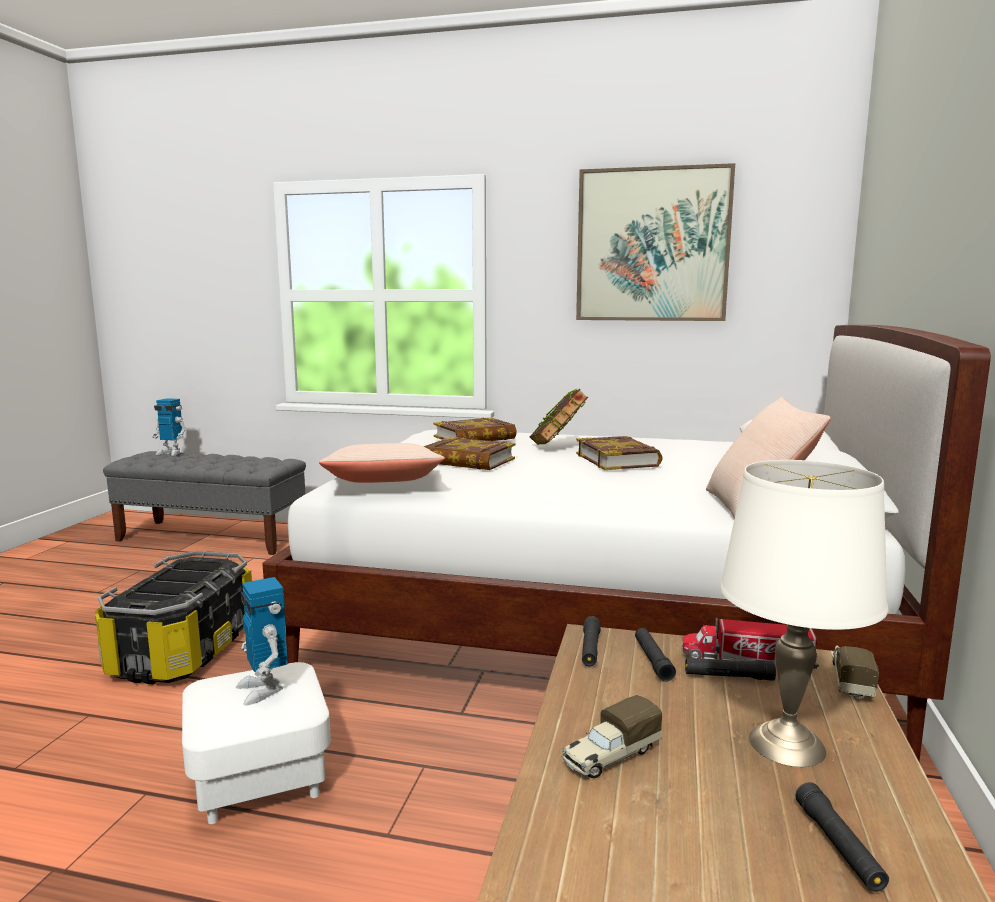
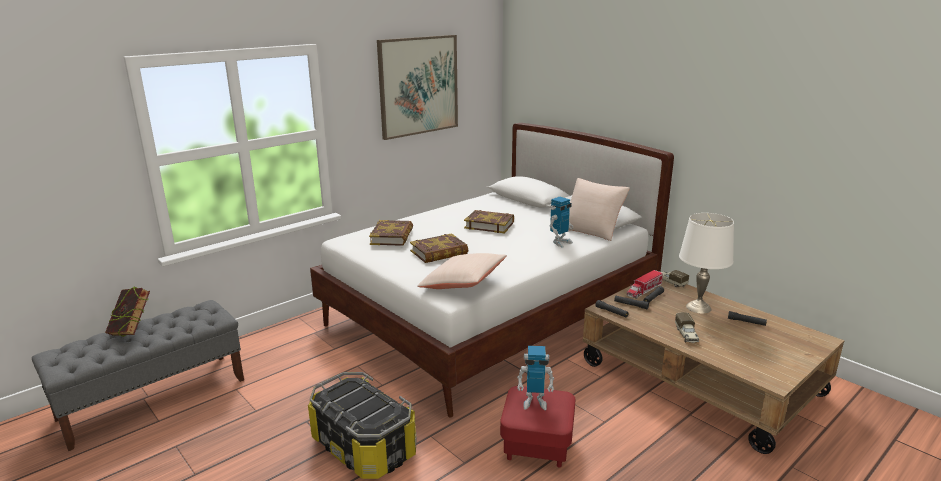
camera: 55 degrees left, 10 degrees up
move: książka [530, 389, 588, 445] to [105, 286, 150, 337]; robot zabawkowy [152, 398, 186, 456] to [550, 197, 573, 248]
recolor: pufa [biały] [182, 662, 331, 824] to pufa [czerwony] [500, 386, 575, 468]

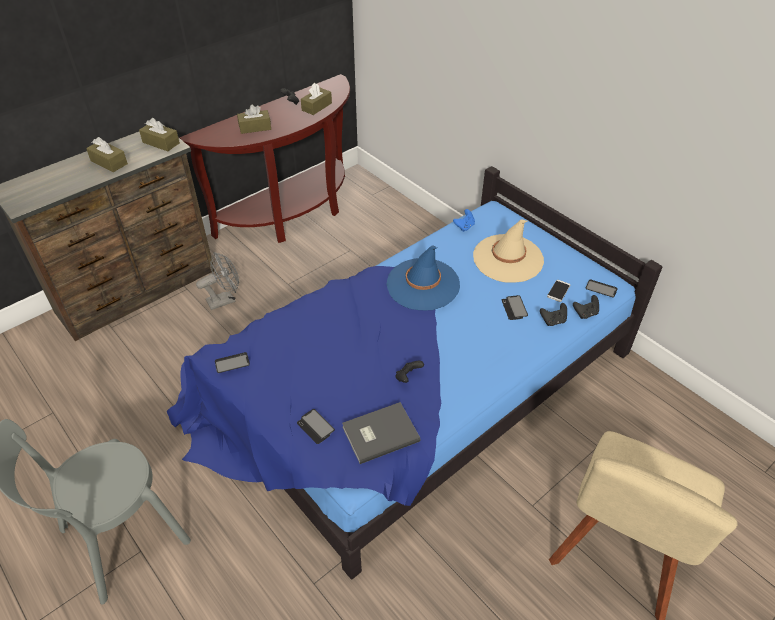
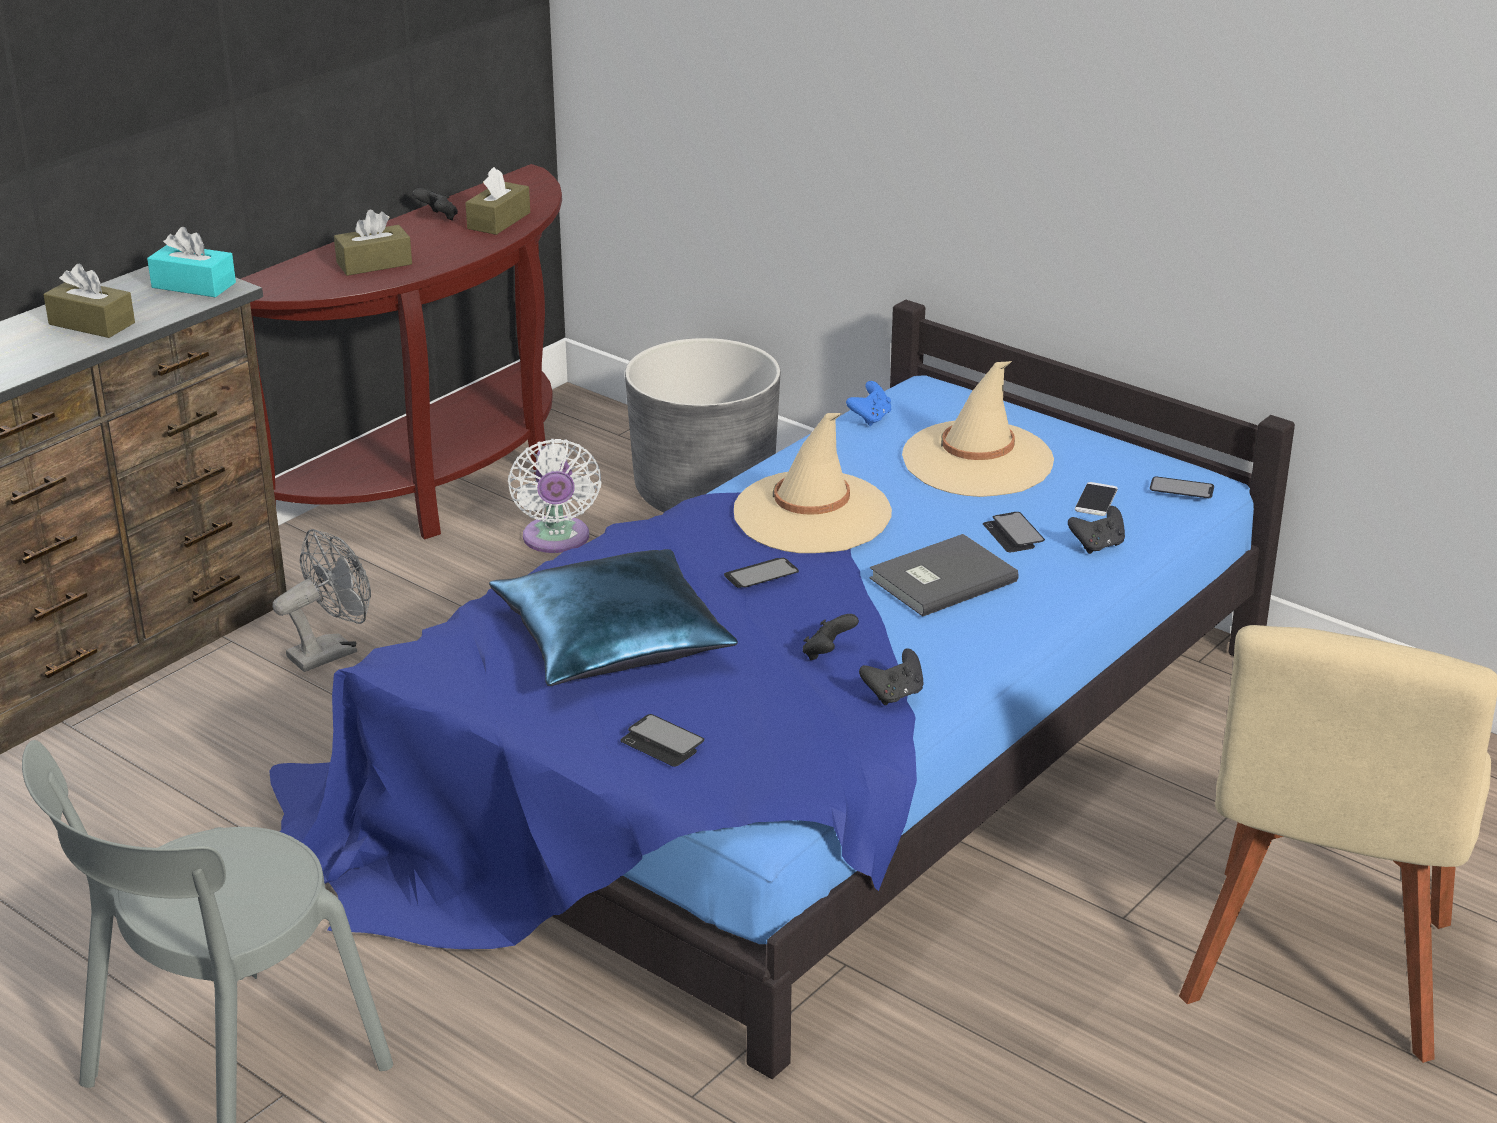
camera: 10 degrees left, 15 degrees down
insert: poduszka [niebieski] [489, 549, 738, 686]; wentylator [biały] [508, 439, 602, 553]; donica [szary] [625, 338, 780, 512]
move: telefon [215, 352, 250, 373] to [724, 558, 799, 588]; pad do gier [czarny] [573, 295, 599, 319] to [859, 649, 924, 705]; książka [szary] [342, 402, 420, 464] to [869, 534, 1019, 617]
recolor: pudełko chusteczek [brązowy] [139, 118, 180, 151] to pudełko chusteczek [turkusowy] [147, 227, 236, 297]; kapelusz [niebieski] [386, 245, 460, 310] to kapelusz [beżowy] [734, 413, 892, 553]

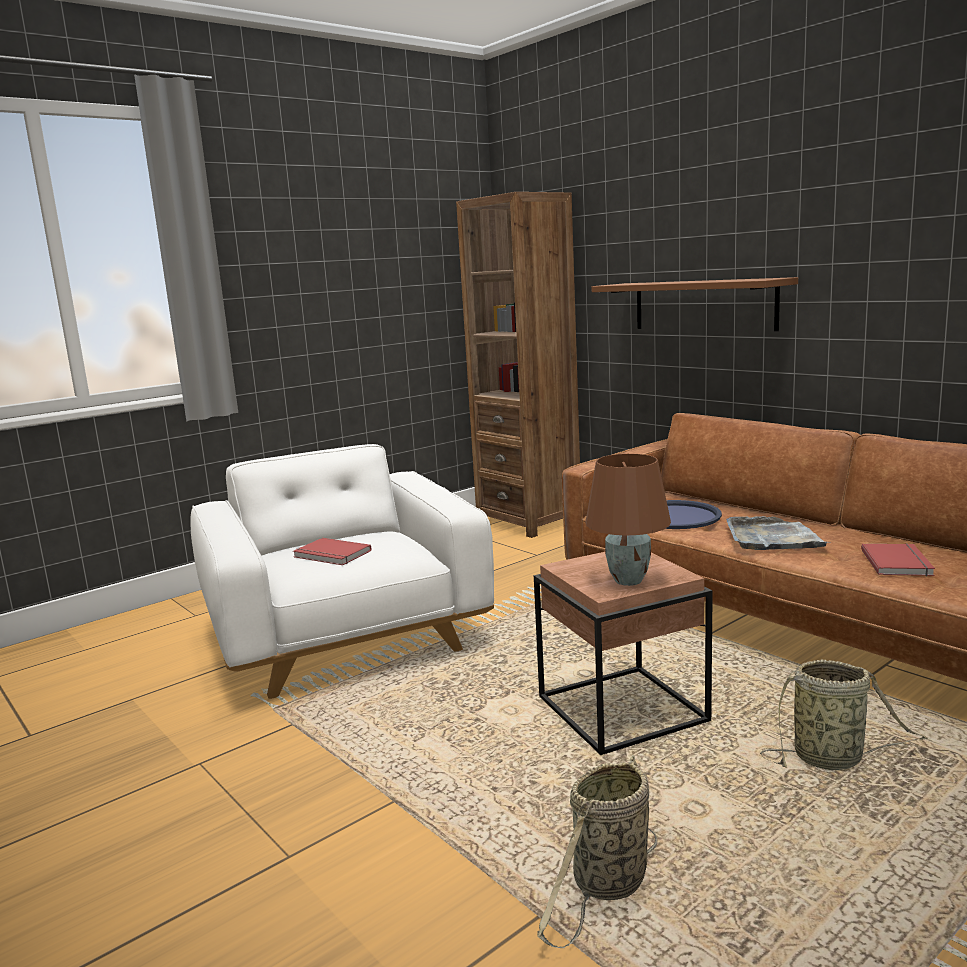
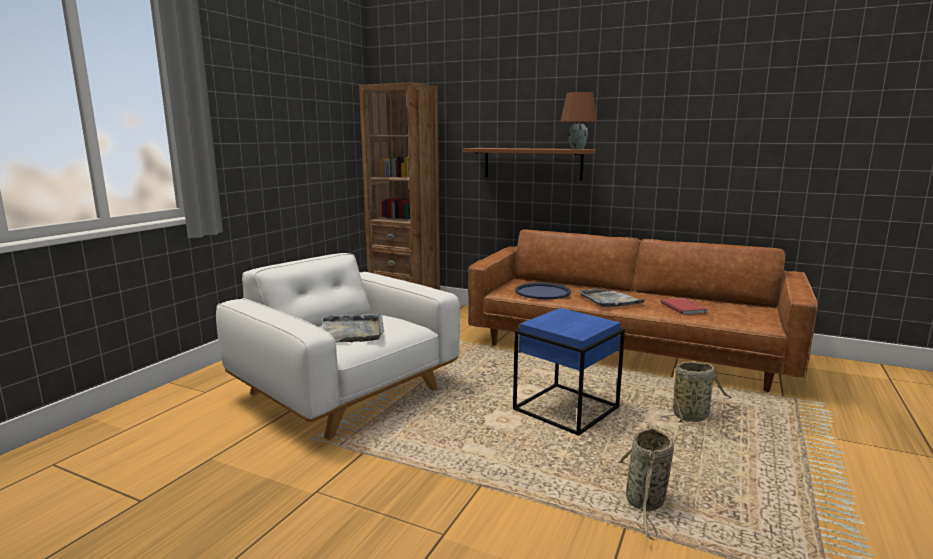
camera: 25 degrees left, 0 degrees up
move: lampa stołowa [brązowy] [585, 454, 671, 586] to [560, 92, 597, 149]
replace: książka [czerwony] [293, 538, 371, 565] to taca [szary] [321, 313, 384, 343]
recolor: stolik [brązowy] [534, 552, 713, 755] to stolik [niebieski] [513, 308, 625, 436]

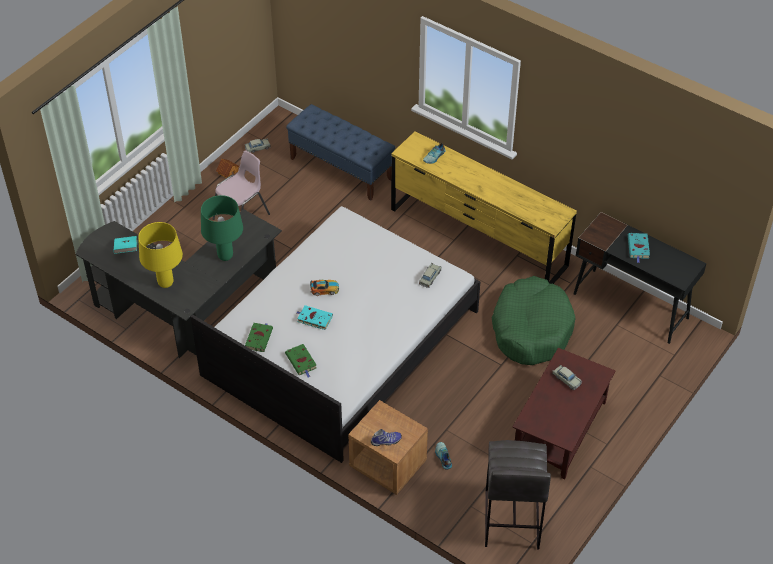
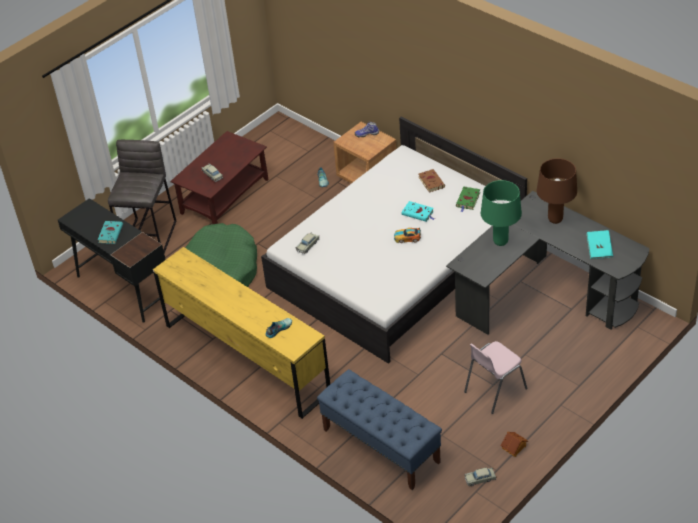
camera: 170 degrees left, 5 degrees down
move: stołek [szary] [485, 440, 551, 550] to [108, 140, 176, 253]
recolor: książka [zielony] [285, 344, 317, 377] to książka [brązowy] [419, 169, 445, 192]; lampa stołowa [żółty] [138, 222, 183, 288] to lampa stołowa [brązowy] [537, 158, 577, 224]

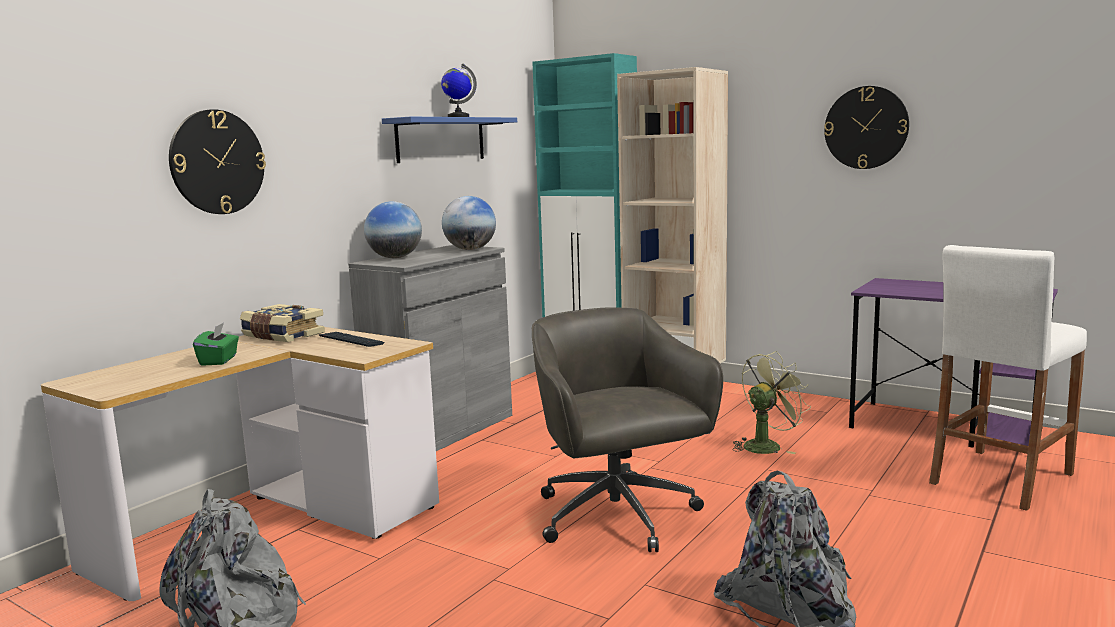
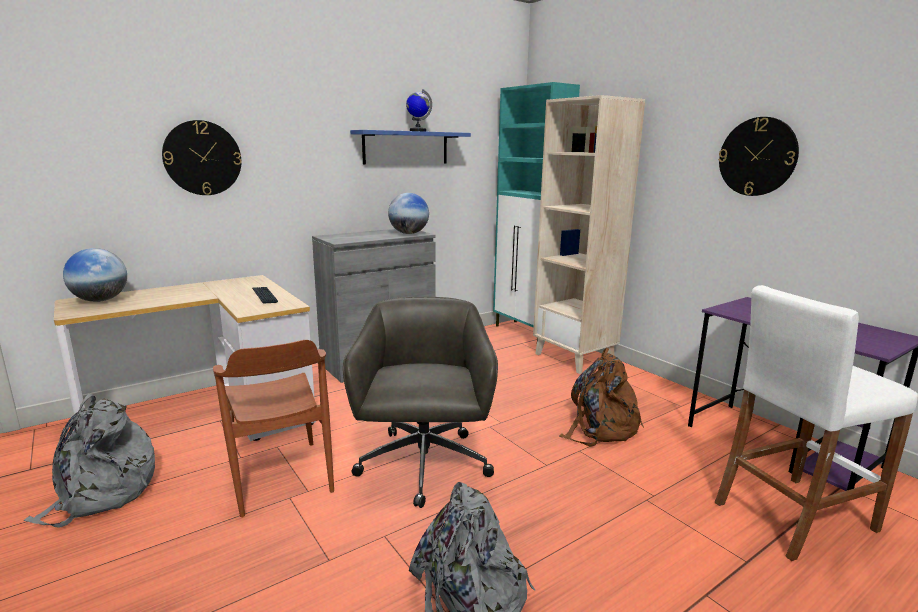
camera: 20 degrees right, 5 degrees up
delete: pudełko chusteczek [zielony] [193, 323, 239, 366]; książka [240, 304, 325, 342]
insert: krzesło [brązowy] [213, 340, 334, 517]
move: globus [364, 201, 422, 258] to [63, 248, 127, 302]
replace: wentylator [zielony] [732, 351, 811, 454] to plecak [brązowy] [559, 347, 644, 446]

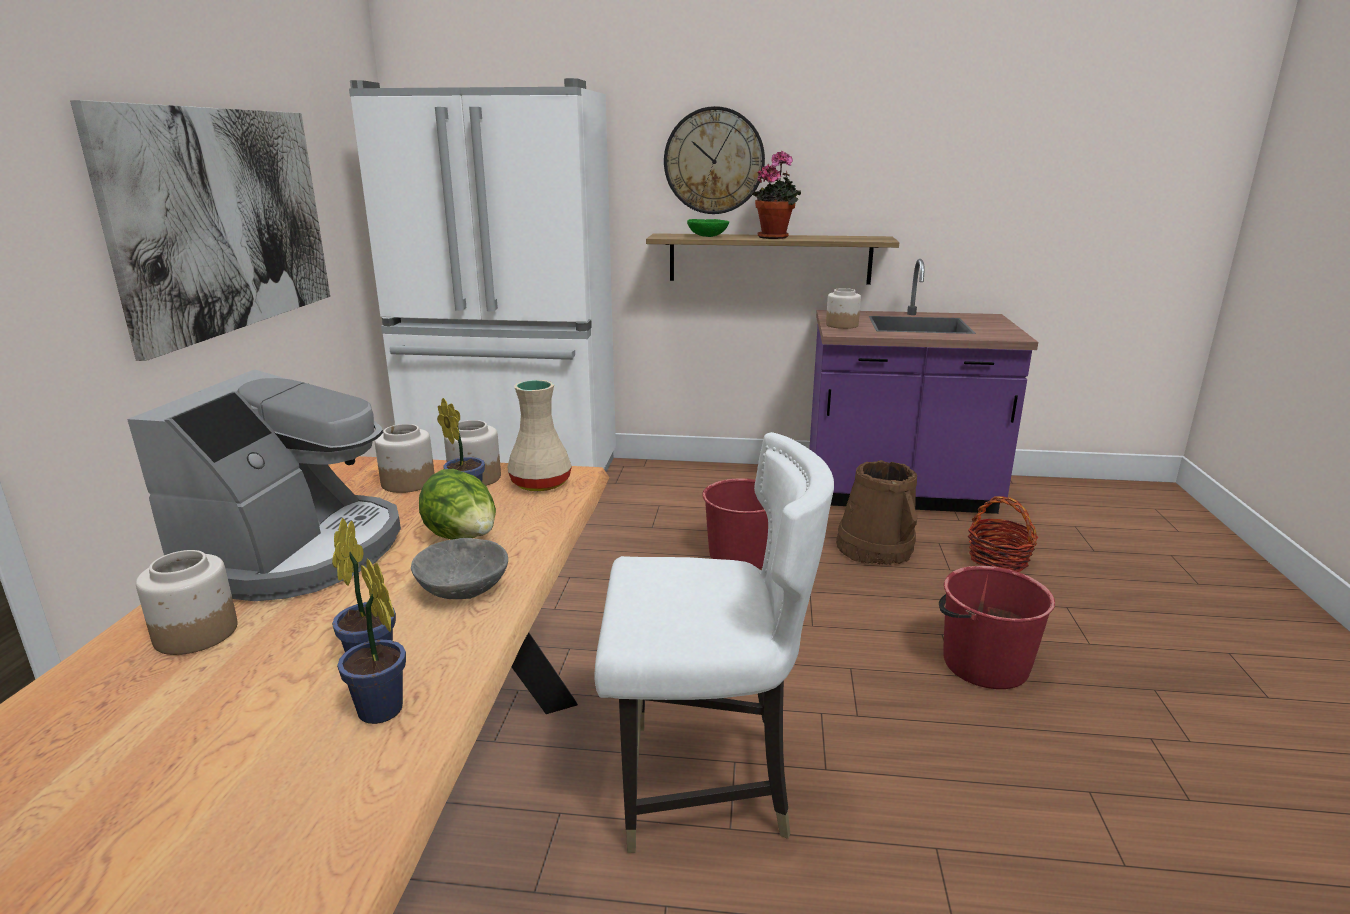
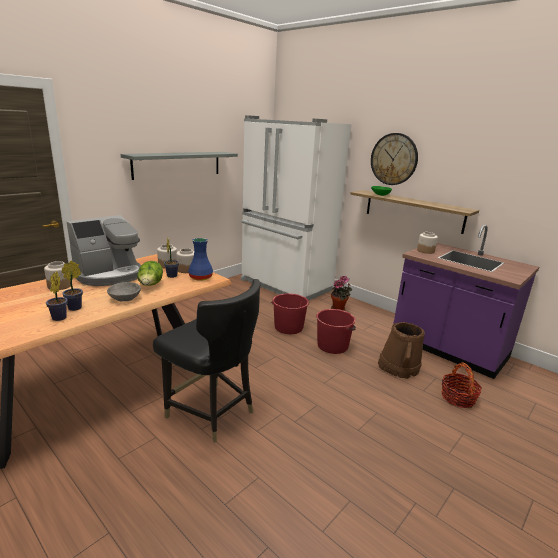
camera: 35 degrees right, 0 degrees up
move: wiadro [czerwony] [939, 566, 1055, 689] to [271, 293, 310, 334]; roślina doniczkowa [750, 151, 801, 239] to [331, 276, 352, 311]
replace: obraz [70, 100, 330, 361] to półka [szary] [121, 152, 238, 180]
recolor: krzesło [biały] [594, 432, 834, 853] to krzesło [czarny] [153, 279, 260, 443]; wazon [beżowy] [507, 380, 572, 491] to wazon [niebieski] [188, 238, 213, 281]

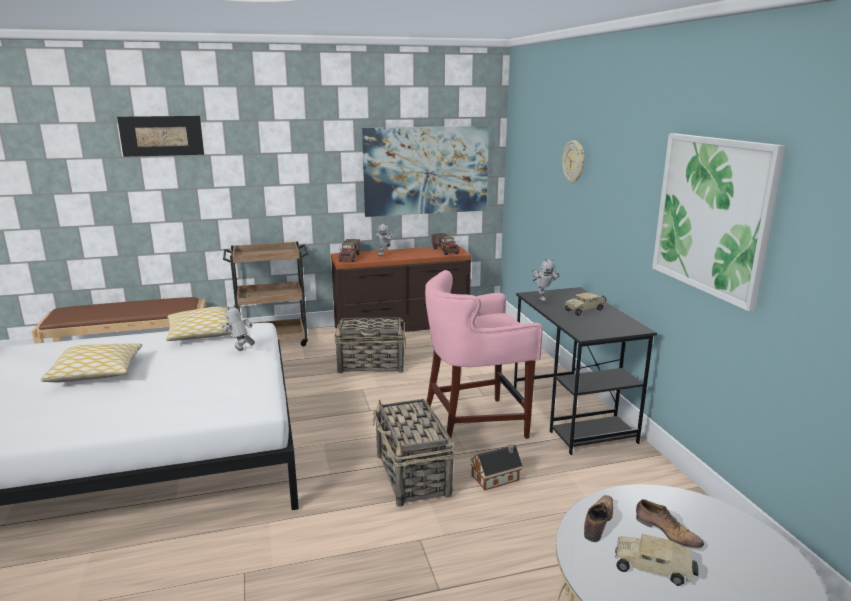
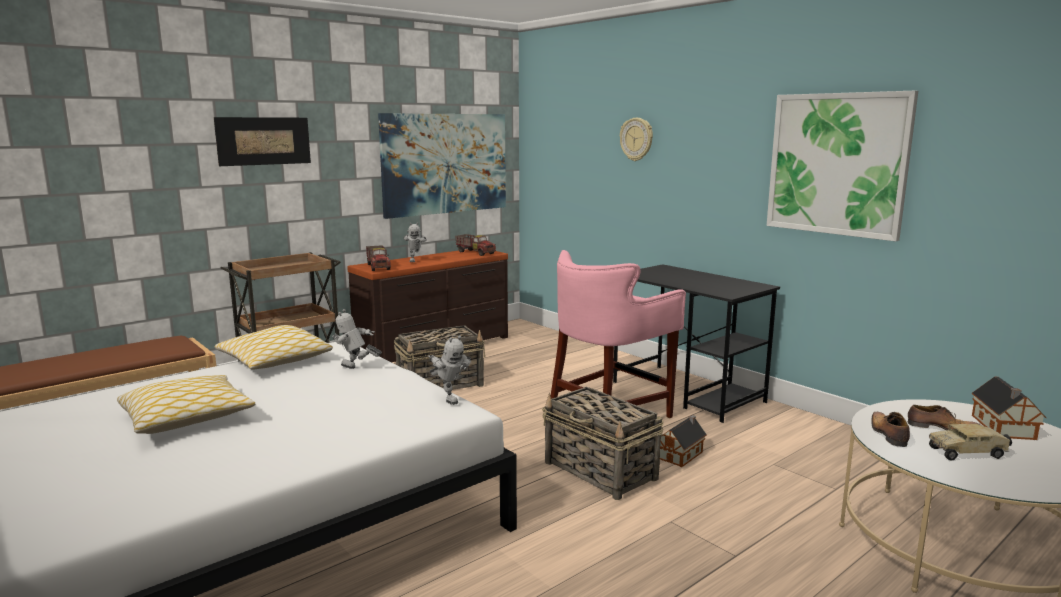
camera: 25 degrees left, 5 degrees down
delete: ciężarówka zabawkowa [565, 292, 606, 316]
insert: domek [972, 377, 1046, 440]
move: obraz [117, 116, 204, 157] to [214, 117, 311, 166]; robot zabawkowy [532, 258, 559, 302] to [428, 335, 471, 405]

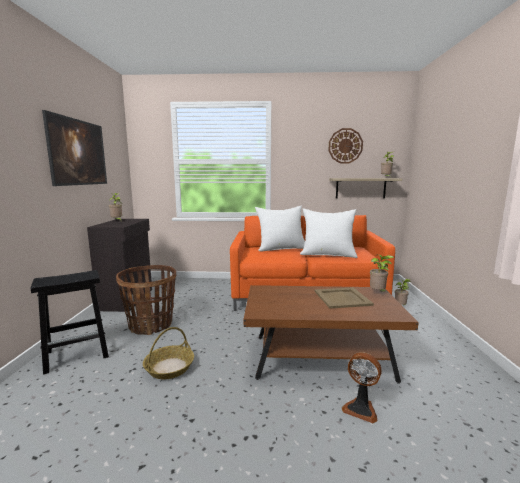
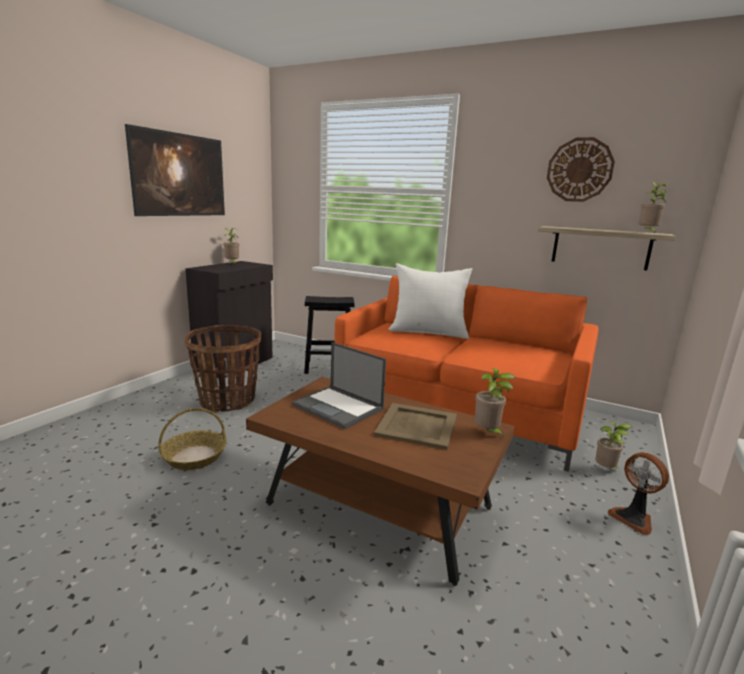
camera: 25 degrees right, 5 degrees up
delete: poduszka [biały] [300, 208, 358, 258]
insert: laptop [292, 342, 386, 429]
move: stołek [czarny] [31, 270, 109, 374] to [304, 296, 354, 374]; wentylator [342, 352, 381, 423] to [608, 452, 669, 535]

